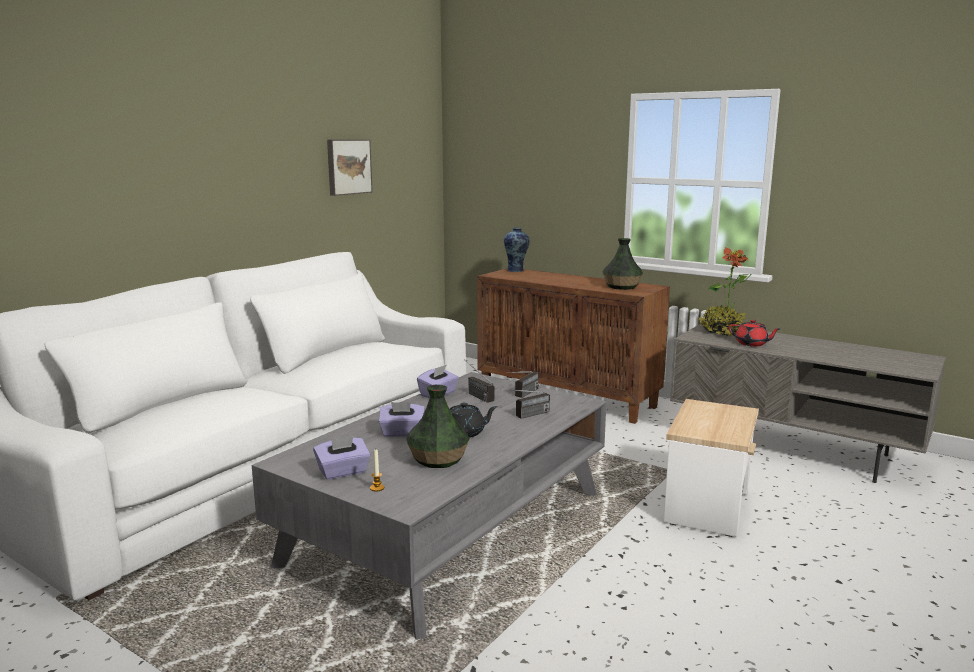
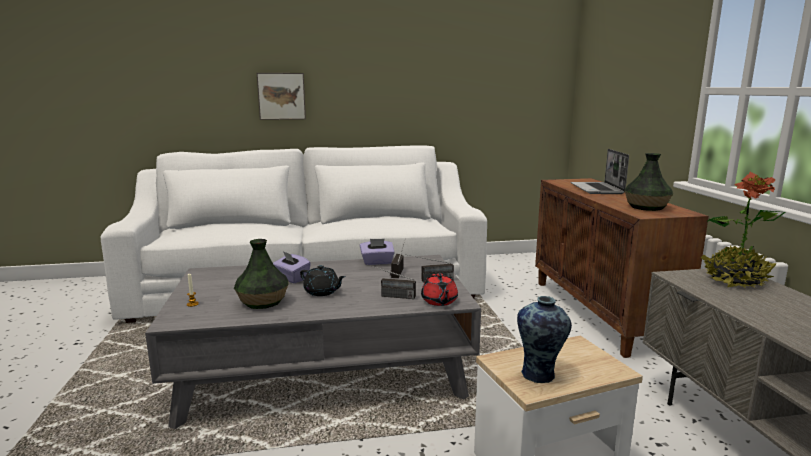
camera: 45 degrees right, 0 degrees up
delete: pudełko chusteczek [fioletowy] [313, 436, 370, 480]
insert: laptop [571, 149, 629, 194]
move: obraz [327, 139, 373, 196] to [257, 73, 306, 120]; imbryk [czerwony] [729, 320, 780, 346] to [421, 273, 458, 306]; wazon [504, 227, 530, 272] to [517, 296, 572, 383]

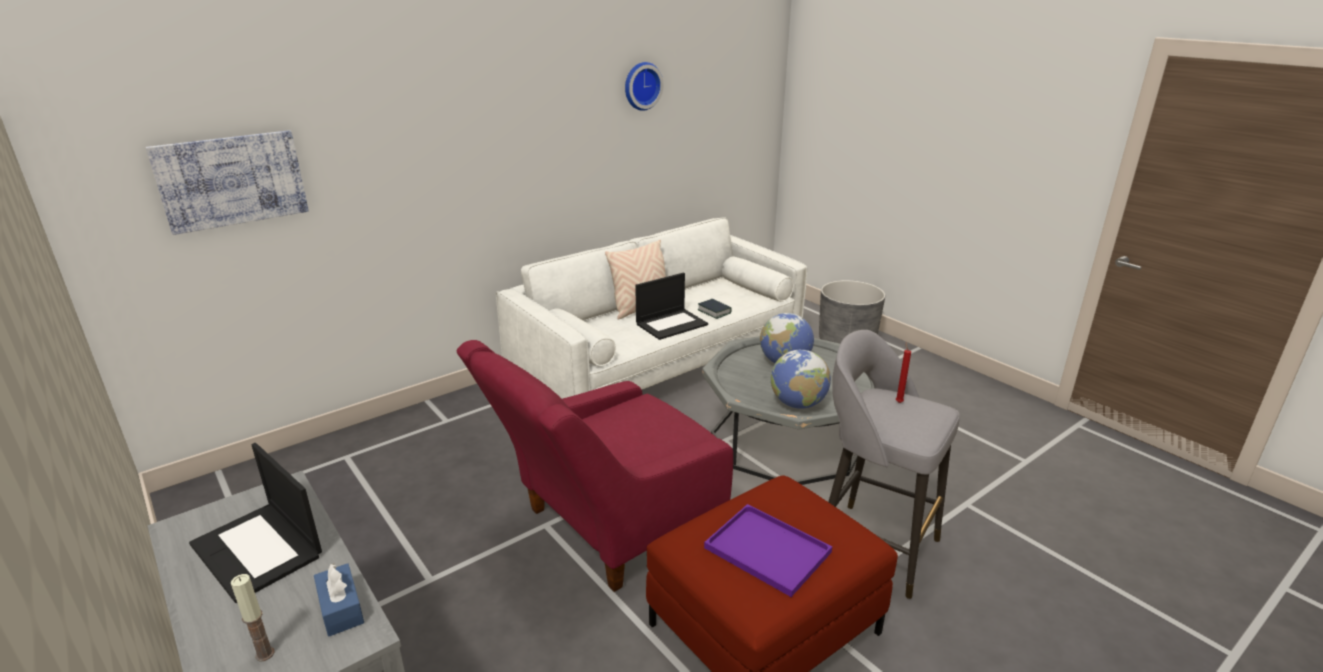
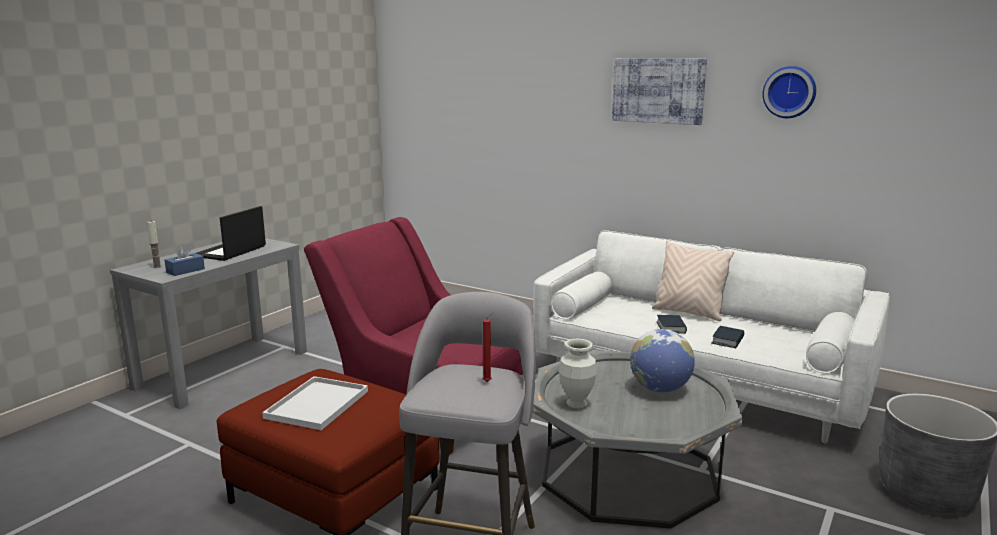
camera: 70 degrees right, 10 degrees down
move: obraz [146, 130, 309, 235] to [612, 58, 707, 125]
replace: globus [771, 350, 831, 409] to wazon [559, 339, 597, 409]; laptop [635, 273, 708, 340] to książka [657, 315, 687, 334]
recolor: taca [fioletowy] [704, 504, 832, 597] to taca [biały] [262, 376, 368, 430]

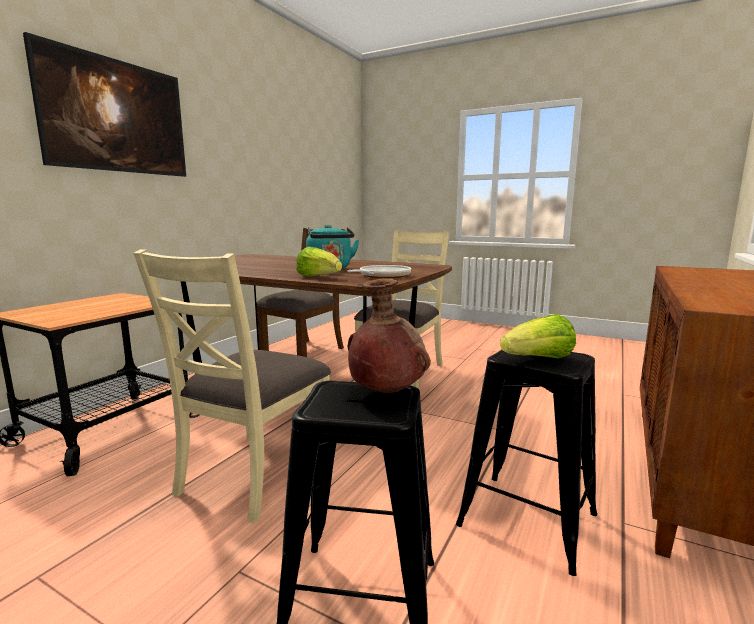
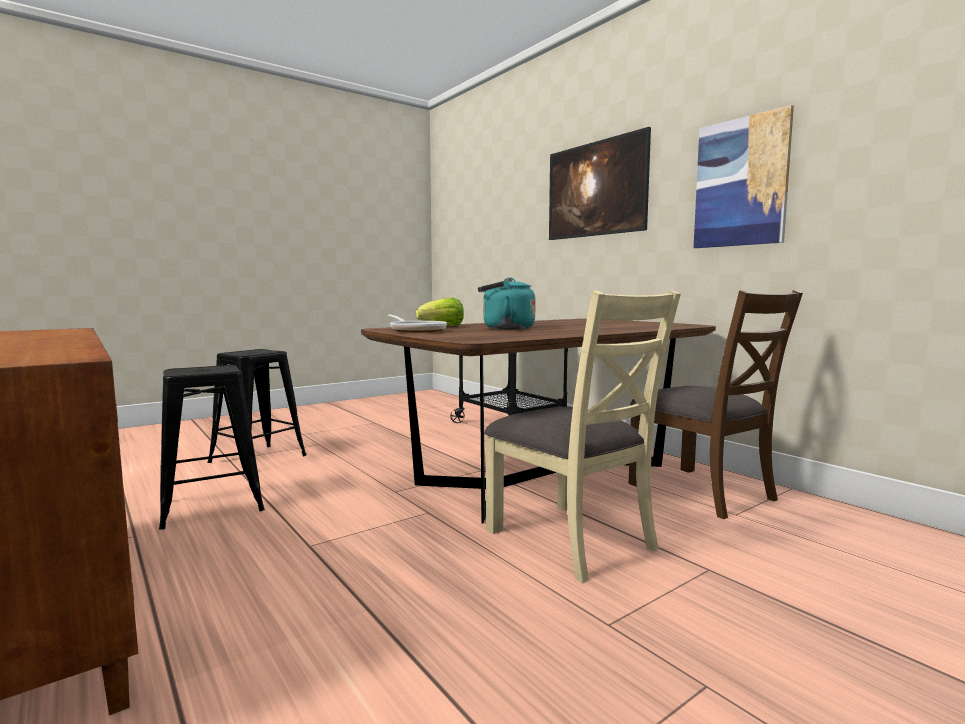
camera: 115 degrees right, 5 degrees down
delete: krzesło [beżowy] [133, 249, 331, 523]; wazon [brązowy] [348, 278, 431, 393]; sałata [500, 314, 576, 359]
insert: obraz [693, 105, 794, 248]

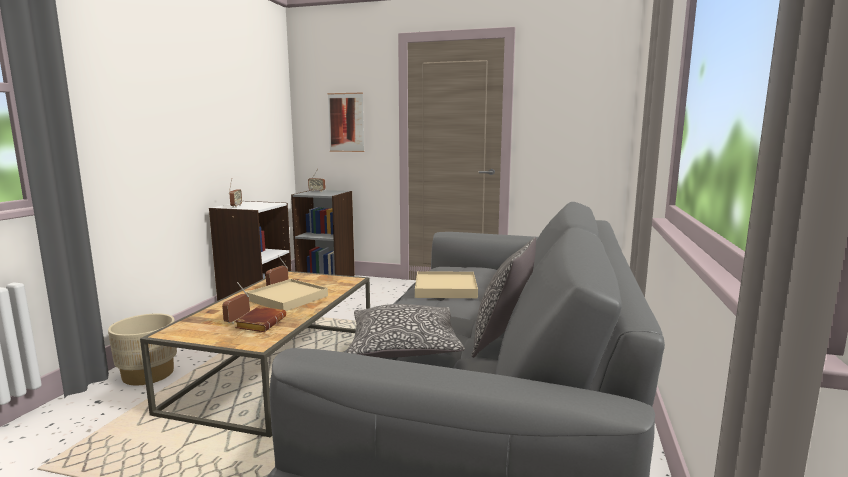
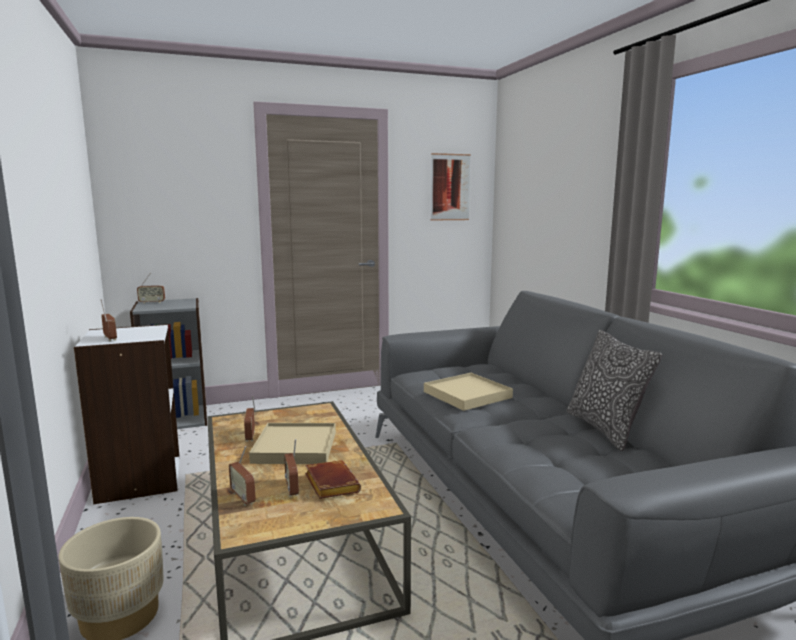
camera: 35 degrees left, 0 degrees up
delete: poduszka [347, 304, 465, 358]
insert: radio [229, 446, 256, 506]
move: obraz [328, 93, 364, 152] to [430, 153, 471, 221]

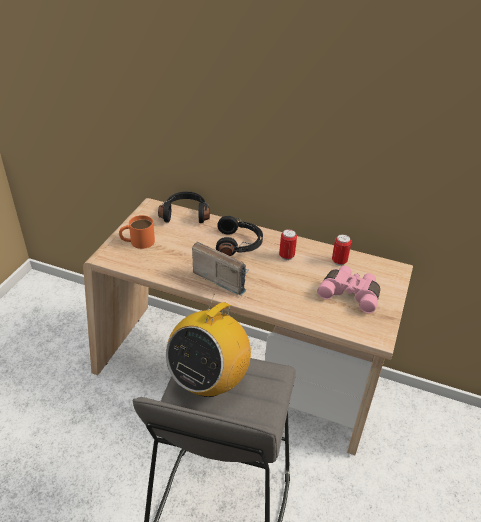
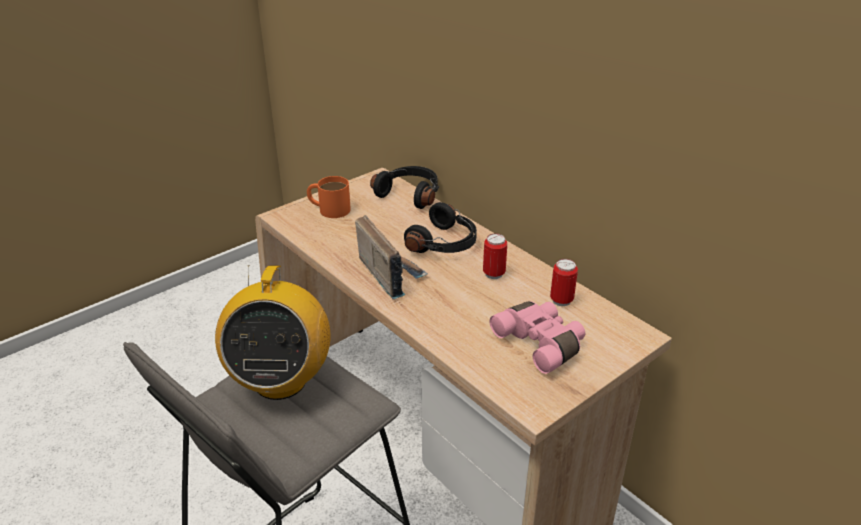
camera: 30 degrees right, 5 degrees down
rotate: radio [166, 294, 251, 397] = [215, 266, 330, 400] 60 degrees counterclockwise

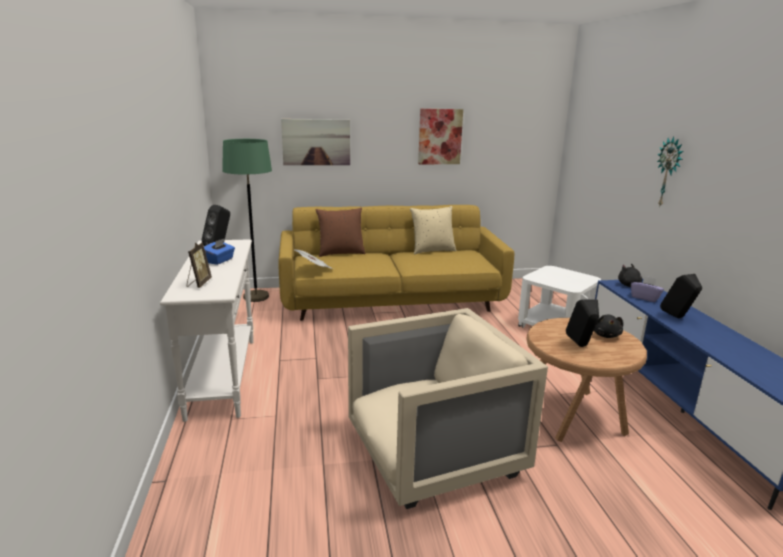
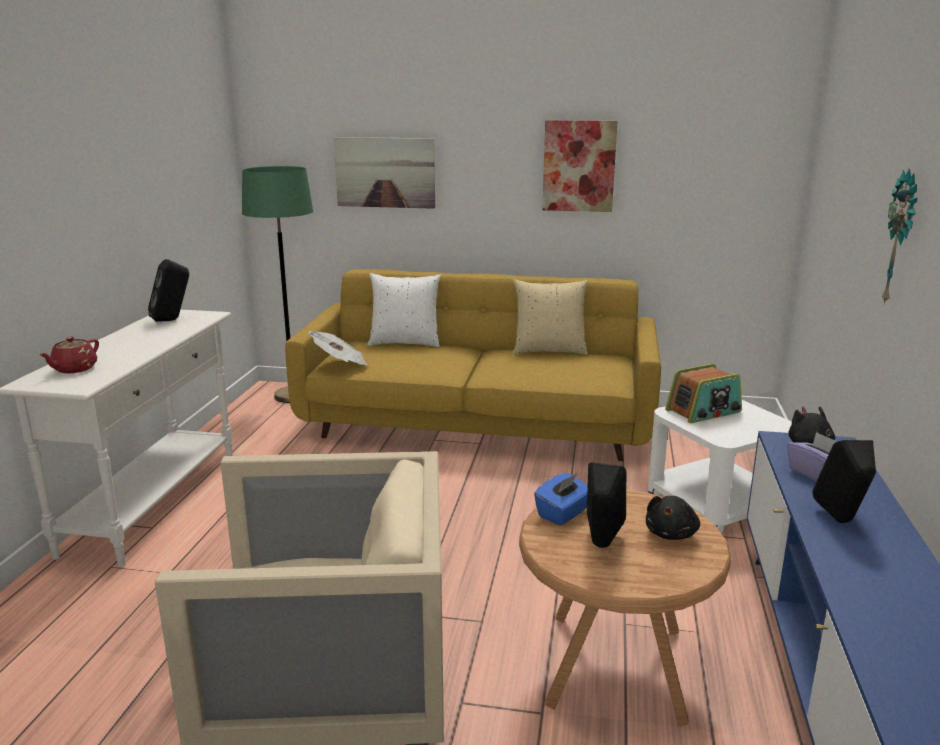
camera: 20 degrees right, 0 degrees up
insert: radio [665, 364, 742, 423]
move: pudełko chusteczek [niebieski] [204, 238, 235, 265] to [534, 473, 588, 525]
replace: ramka na zdjęcie [187, 242, 212, 288] to imbryk [czerwony] [39, 337, 99, 373]
recolor: poduszka [brązowy] [316, 207, 366, 257] to poduszka [biały] [368, 273, 441, 347]

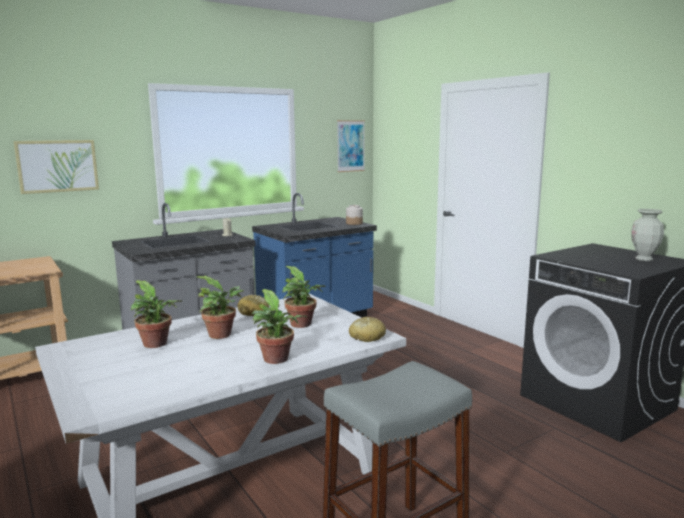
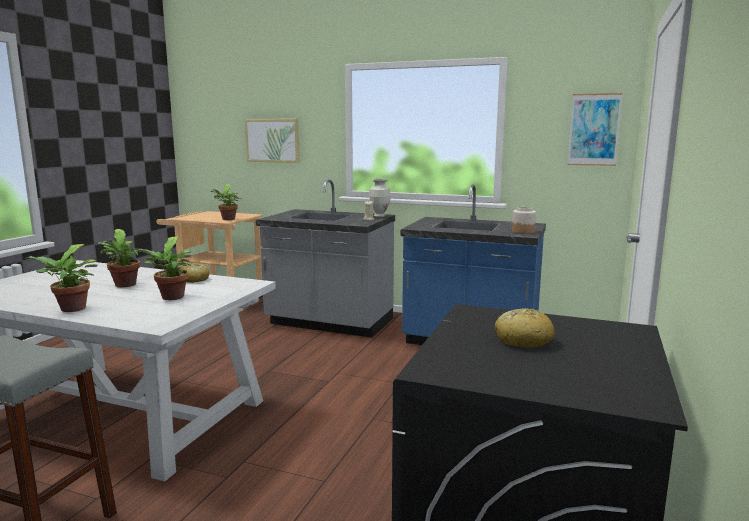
camera: 55 degrees right, 0 degrees up
move: roślina doniczkowa [131, 280, 182, 348] to [210, 184, 241, 220]; wazon [631, 209, 664, 261] to [369, 178, 391, 217]; chleb [349, 317, 386, 342] to [495, 308, 555, 348]

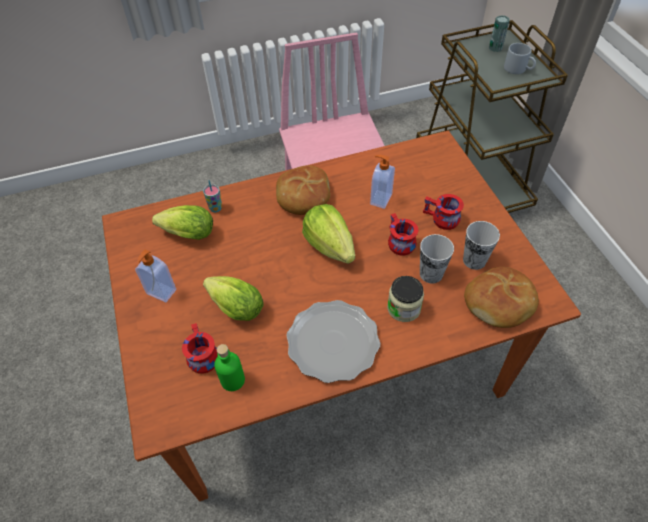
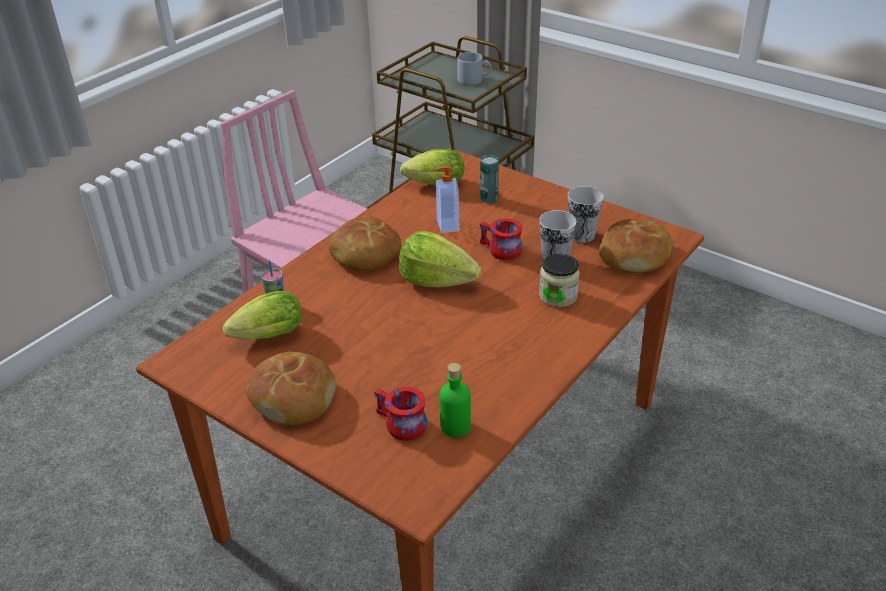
camera: 35 degrees left, 15 degrees down
delete: talerz [286, 300, 380, 383]; kubek [czerwony] [423, 194, 464, 230]
move: sałata [203, 276, 263, 321] to [400, 149, 464, 185]; puszka [489, 16, 510, 52] to [480, 155, 499, 204]
replace: dozownik mydła [135, 250, 176, 302] to chleb [245, 352, 336, 425]

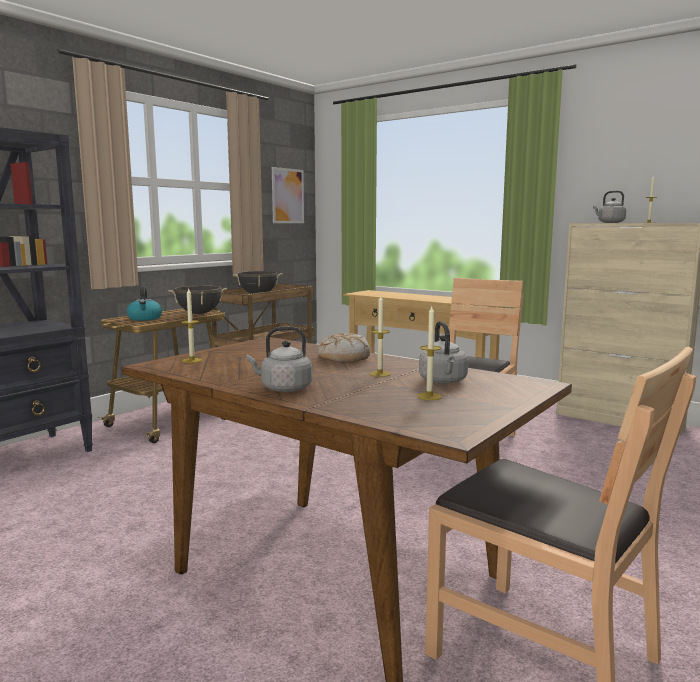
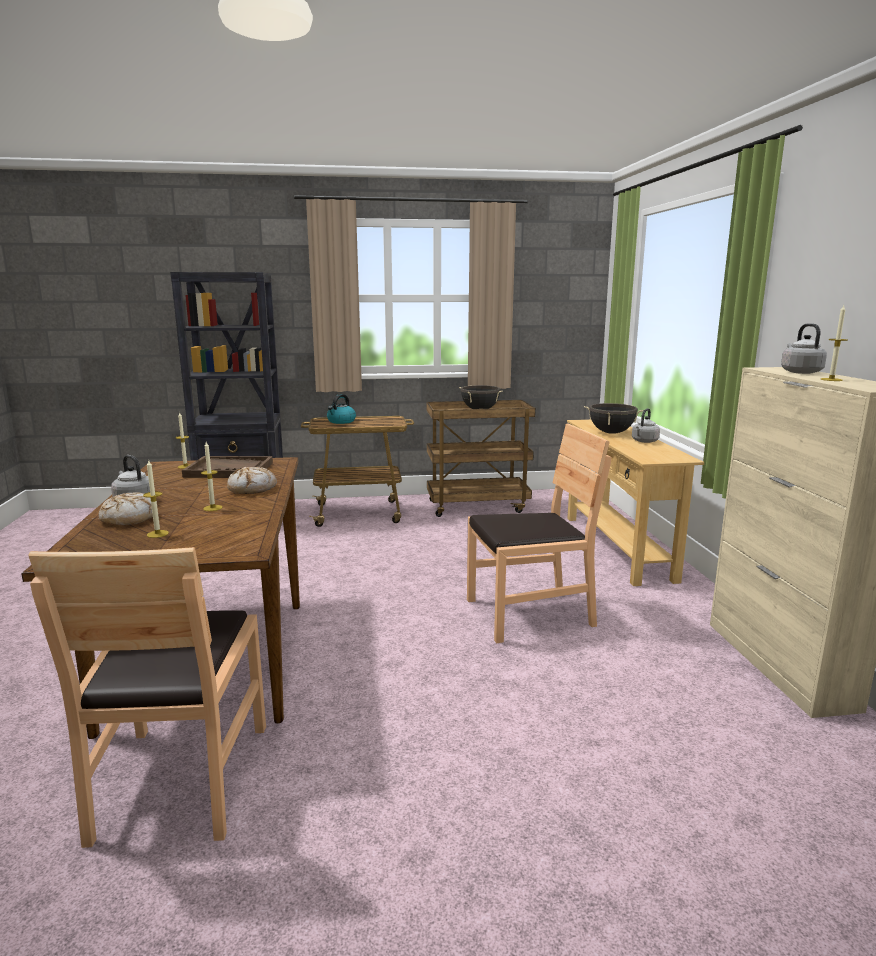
camera: 45 degrees right, 5 degrees up
delete: obraz [272, 167, 304, 223]
insert: chleb [98, 492, 153, 525]; taca [brązowy] [182, 456, 273, 478]
move: garnek [czarny] [168, 286, 227, 314] to [584, 403, 644, 434]; czajnik [szary] [419, 321, 468, 384] to [632, 408, 660, 443]

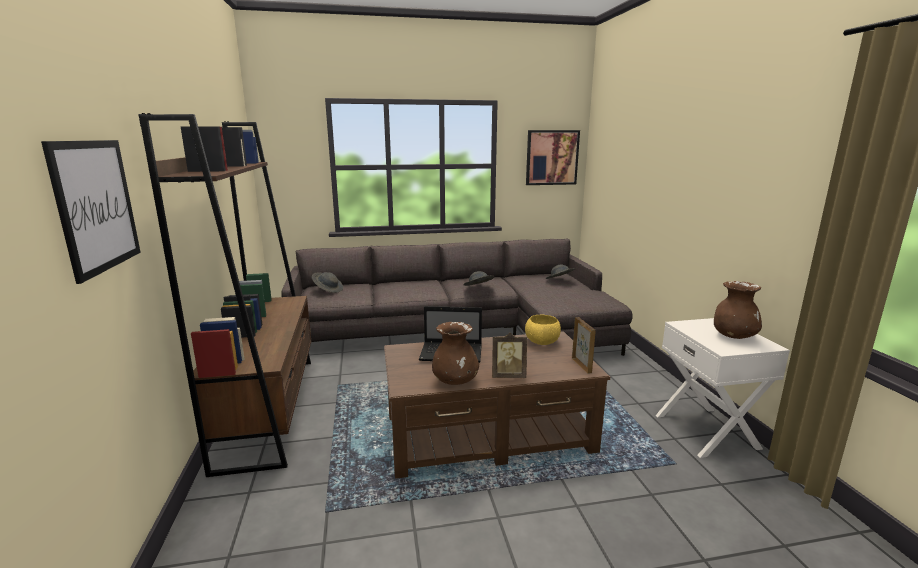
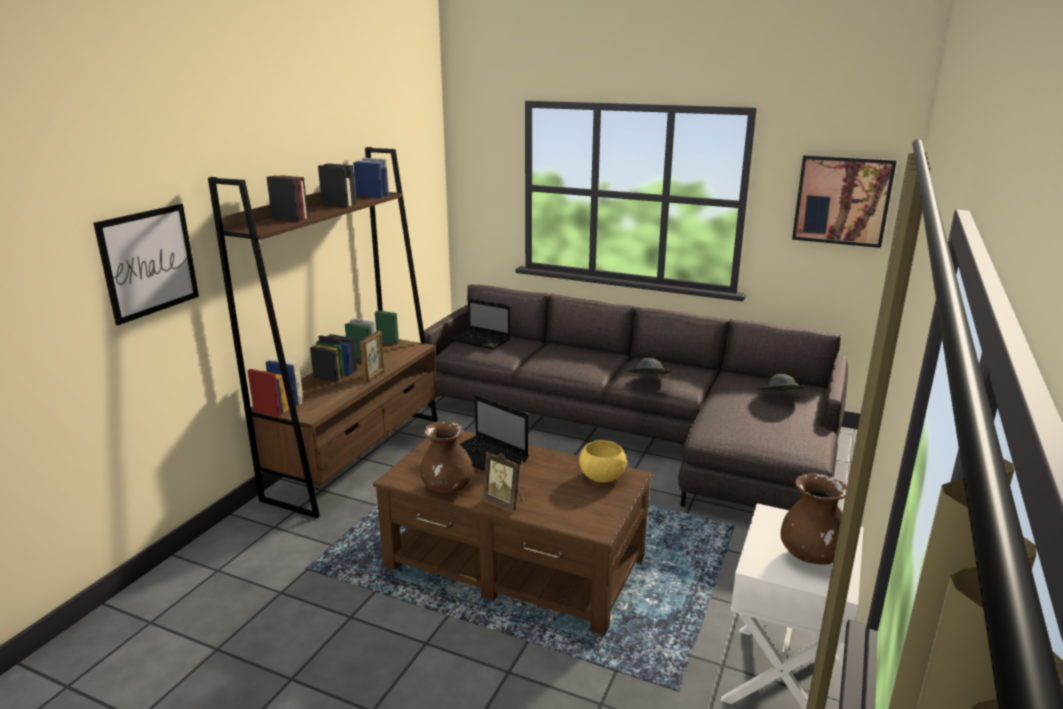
camera: 35 degrees right, 5 degrees up
move: ramka na zdjęcie [572, 317, 596, 374] to [360, 331, 384, 382]
replace: kapelusz [szary] [312, 272, 343, 293] to laptop [451, 298, 511, 349]

